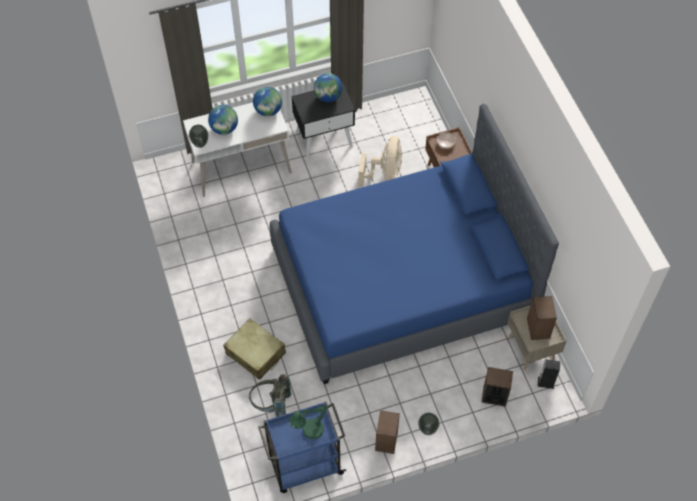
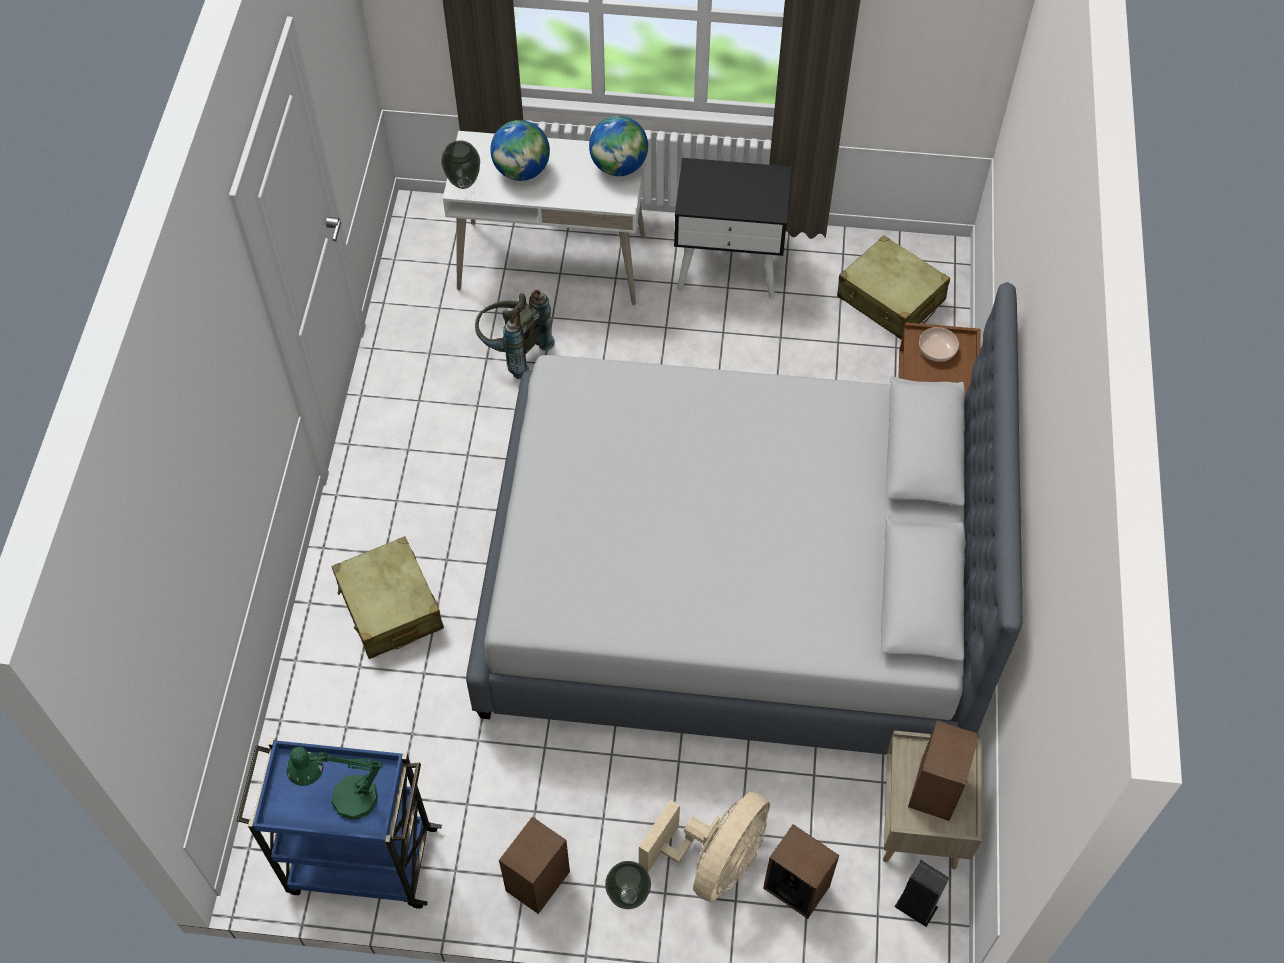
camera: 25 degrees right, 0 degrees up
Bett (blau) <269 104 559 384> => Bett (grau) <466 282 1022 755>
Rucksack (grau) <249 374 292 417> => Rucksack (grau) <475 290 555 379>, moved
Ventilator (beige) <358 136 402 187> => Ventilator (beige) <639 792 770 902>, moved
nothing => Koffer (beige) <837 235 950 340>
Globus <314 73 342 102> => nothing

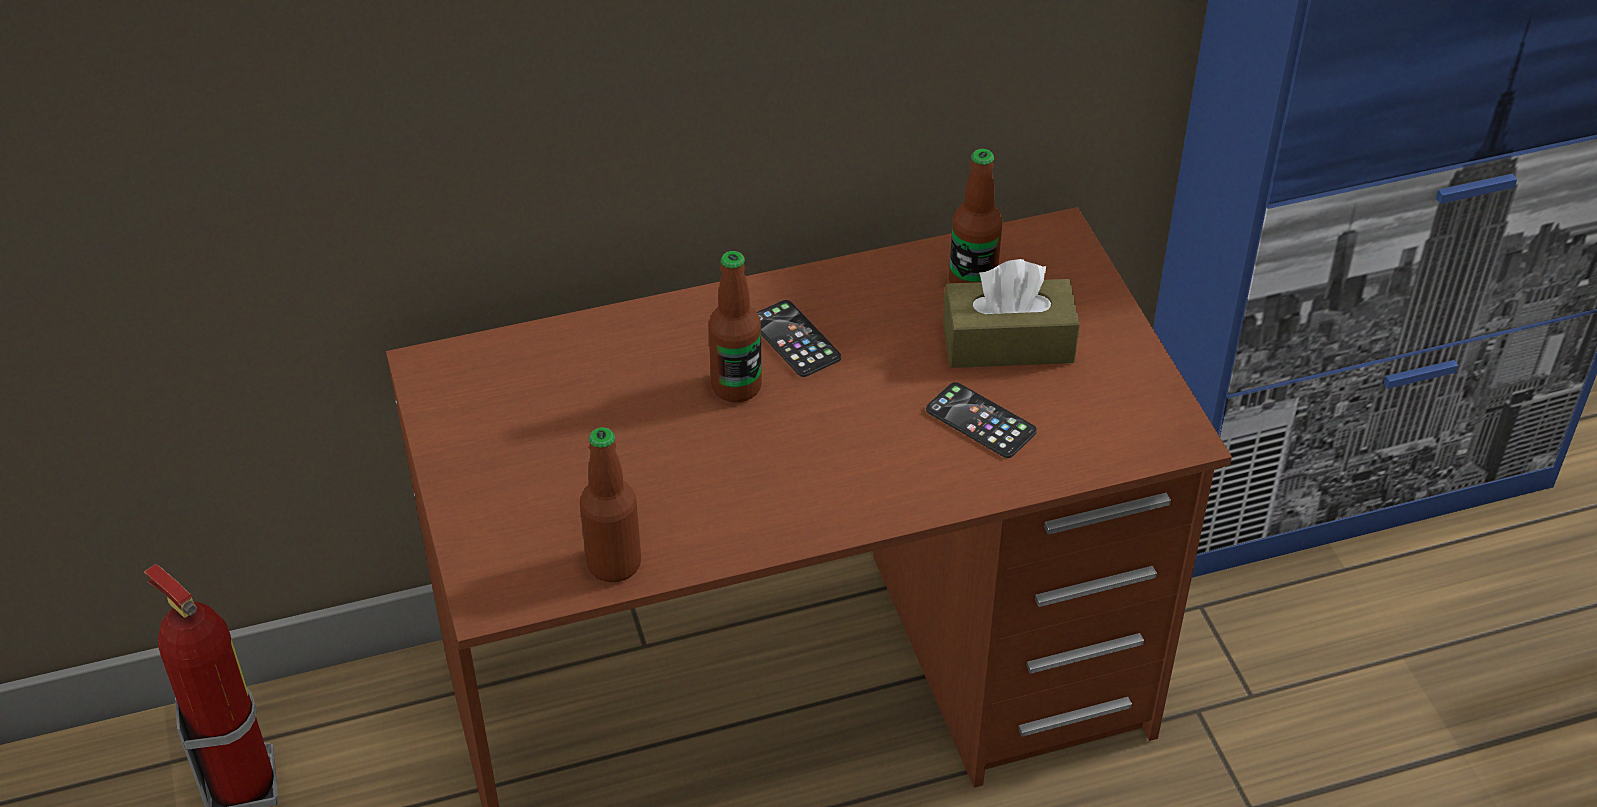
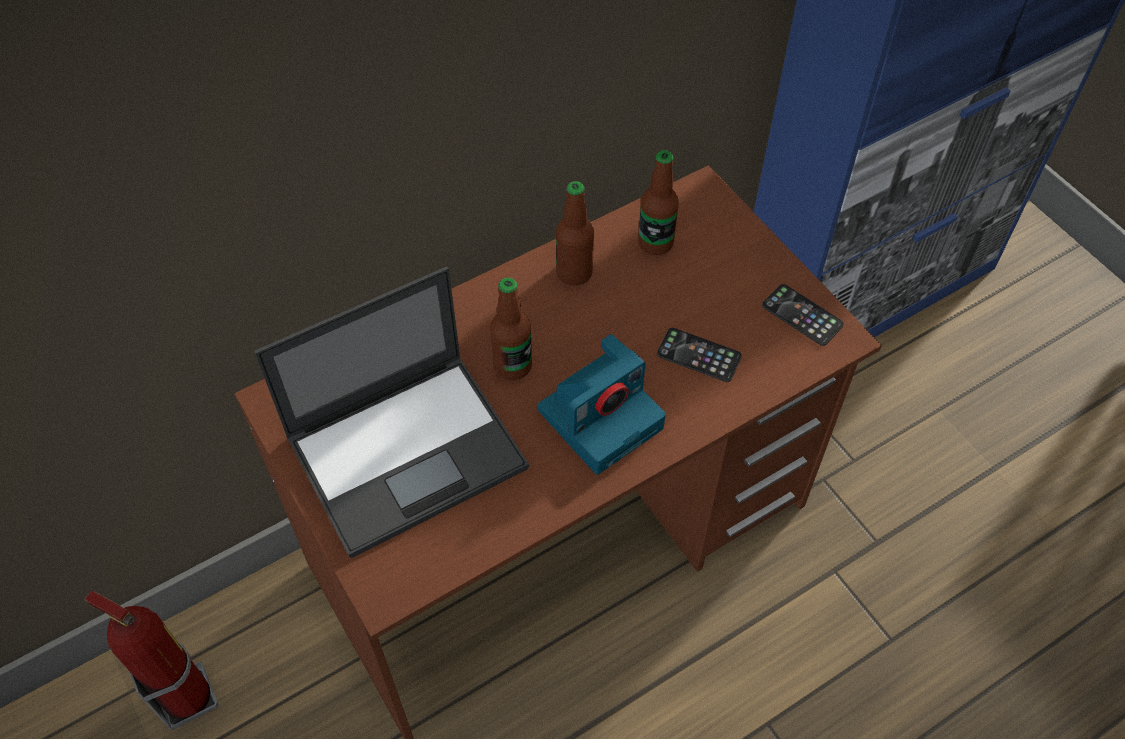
camera: 15 degrees left, 10 degrees up
nothing => Laptop <255 267 529 558>
nothing => Kamera <538 334 666 475>
Flasche <580 427 641 582> => Flasche <556 181 594 286>, moved
Handy <757 300 841 377> => Handy <762 284 844 346>, moved
Taschentuchbox (braun) <943 259 1080 368> => nothing

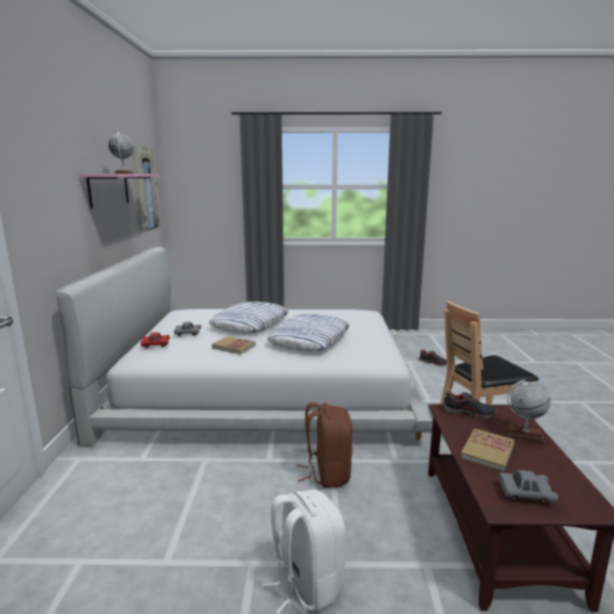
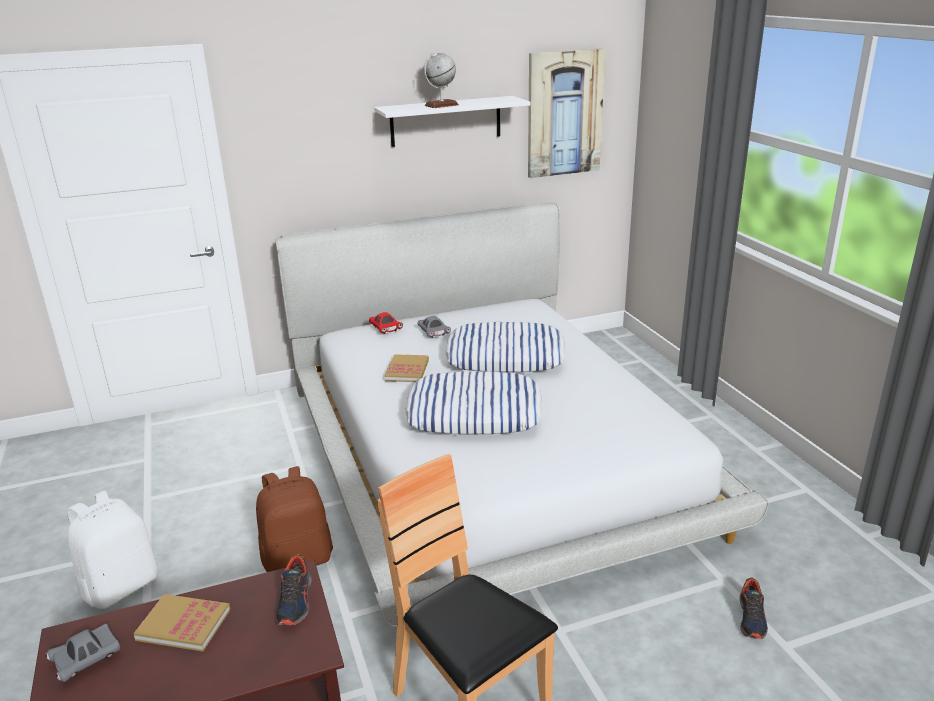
camera: 70 degrees right, 10 degrees up
Spielzeugauto (grau) <499 470 558 503> => Spielzeugauto (grau) <46 624 120 682>, 60 degrees clockwise
Wandregal (rosa) <80 174 160 208> => Wandregal (weiß) <374 96 530 147>
Globus <506 380 551 444> => nothing

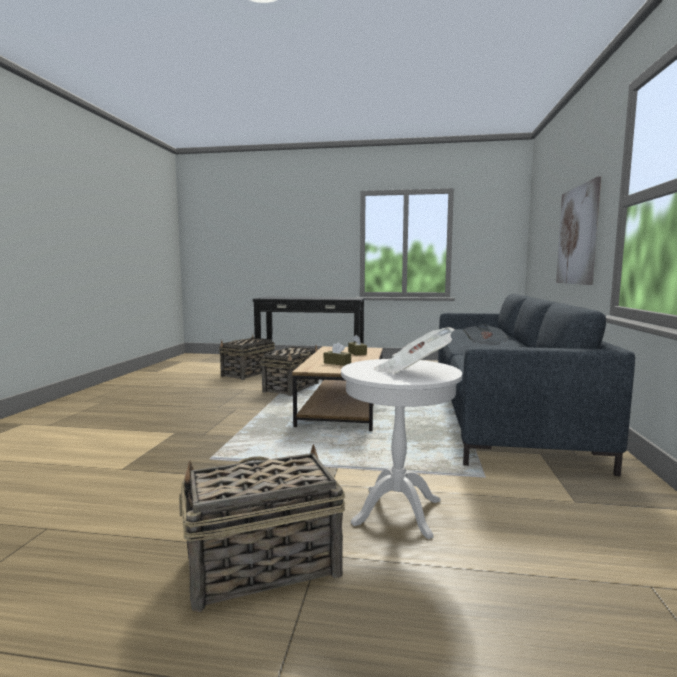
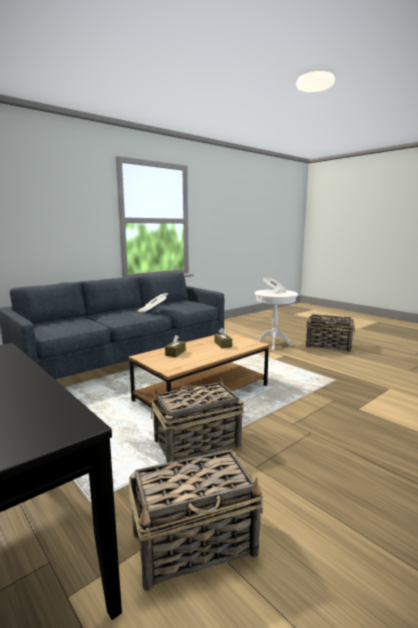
camera: 140 degrees left, 5 degrees up
Bild <556 176 601 285> => nothing

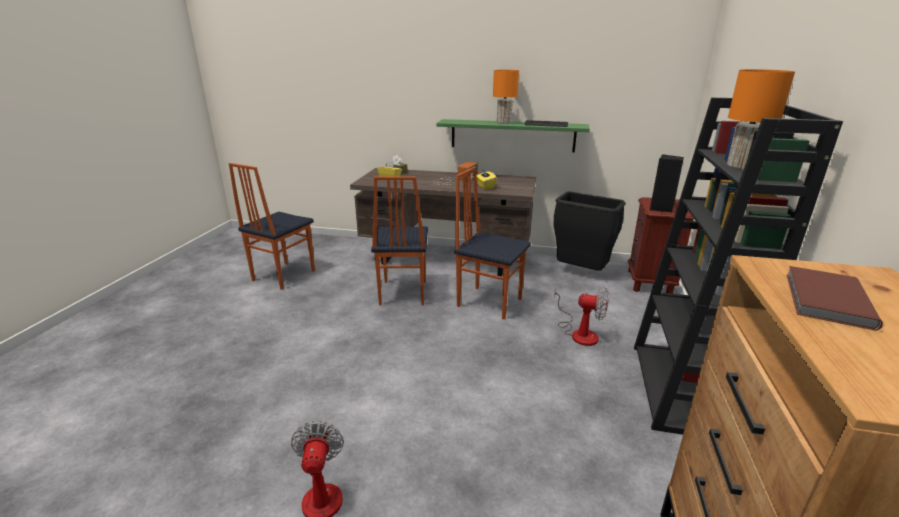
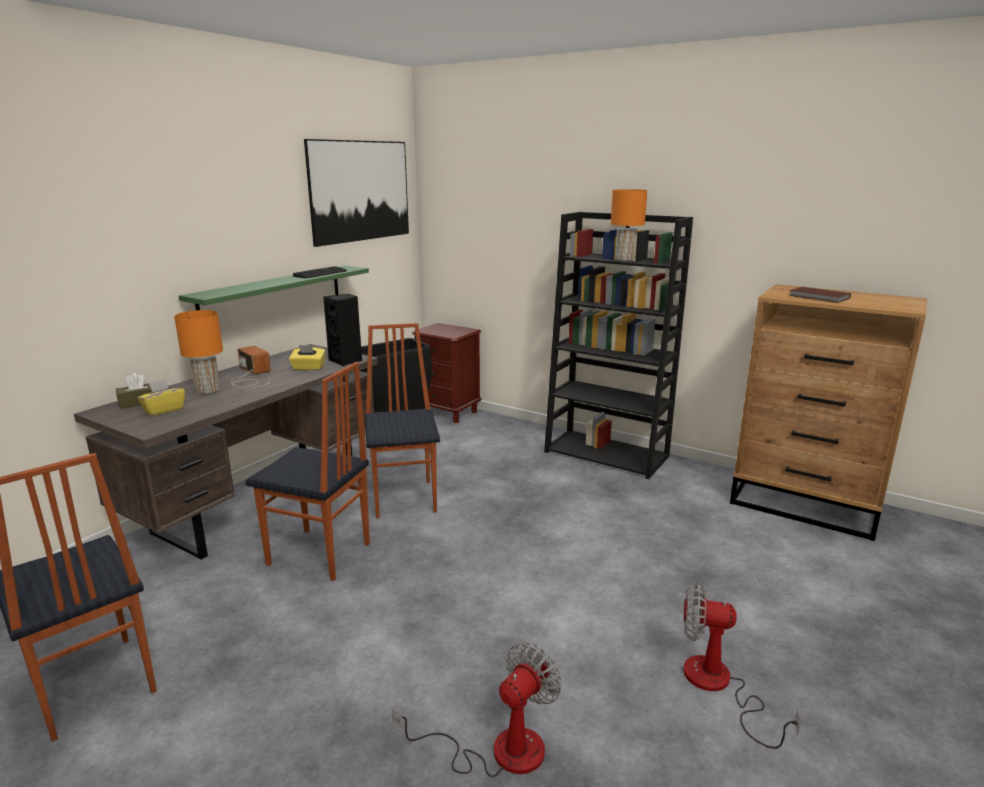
camera: 70 degrees left, 5 degrees down
Tischlampe (orange) <493 70 519 124> => Tischlampe (orange) <174 310 223 394>, moved
nothing => Bild <304 139 409 247>
Lautsprecher (schwarz) <650 154 684 212> => Lautsprecher (schwarz) <323 294 362 366>, moved
Stuhl <454 166 531 320> => Stuhl <365 323 440 518>, 120 degrees clockwise
Ventilator <554 287 609 346> => Ventilator <392 643 561 778>, moved

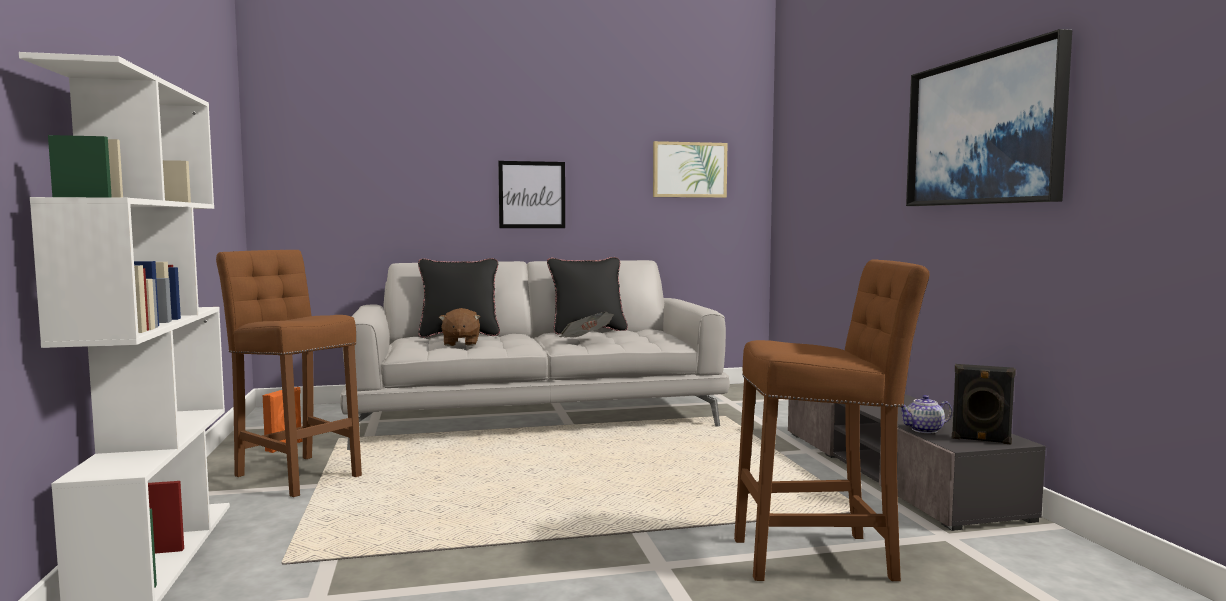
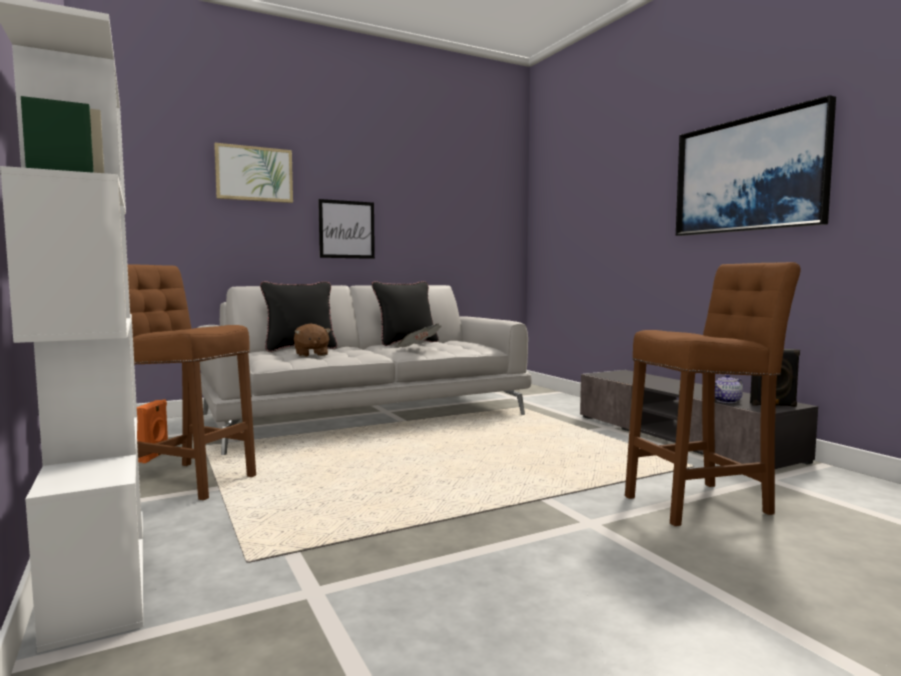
camera: 15 degrees left, 0 degrees up
Bild <653 141 727 198> => Bild <214 143 293 203>, moved

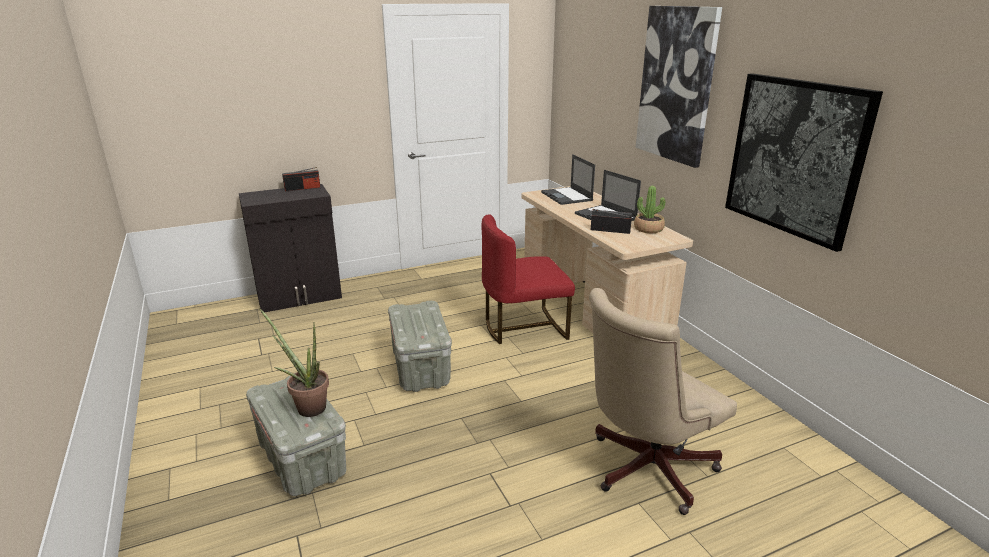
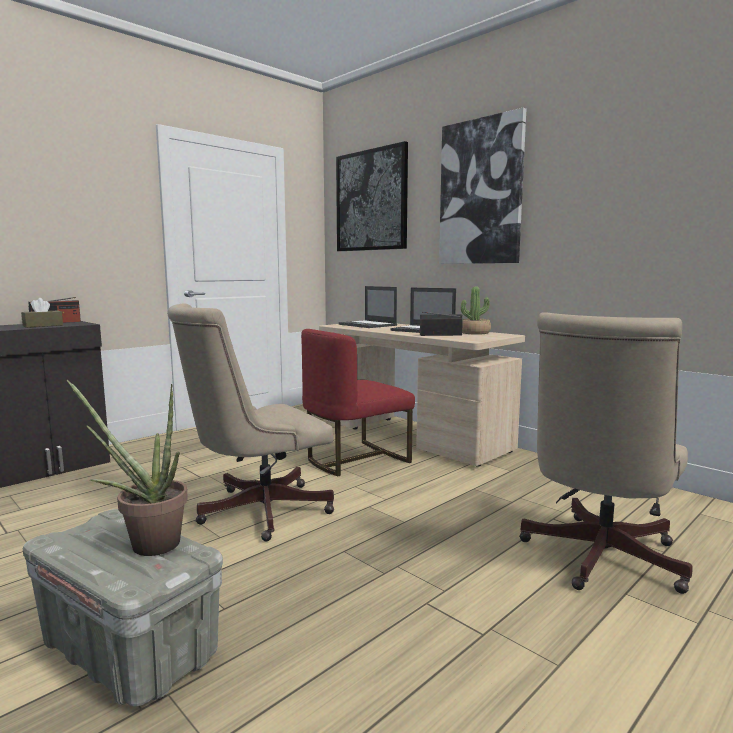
camera: 20 degrees left, 15 degrees down
nothing => Taschentuchbox (braun) <21 298 63 328>
Aufbewahrungsbox (grau) <388 301 452 392> => Bürostuhl (beige) <167 303 334 542>
Bild <725 73 883 252> => Bild <336 141 408 251>, moved

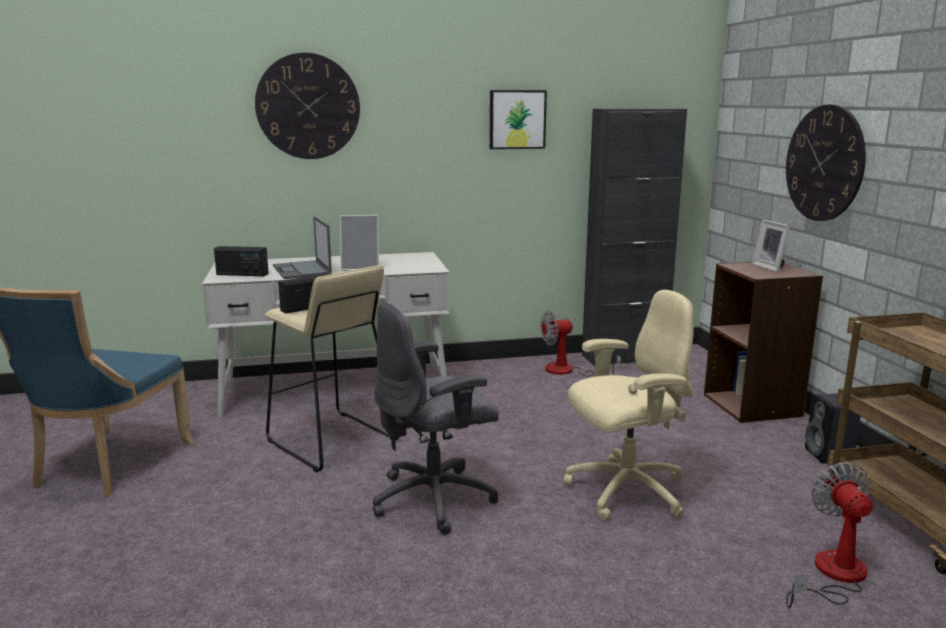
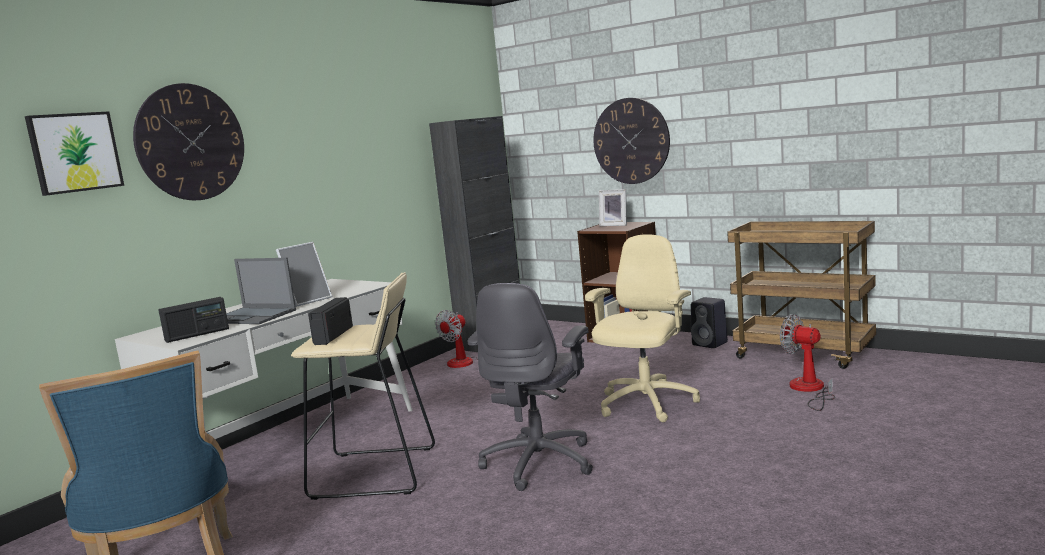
camera: 40 degrees left, 5 degrees down
Bild <490 90 547 149> => Bild <25 111 124 196>, moved

